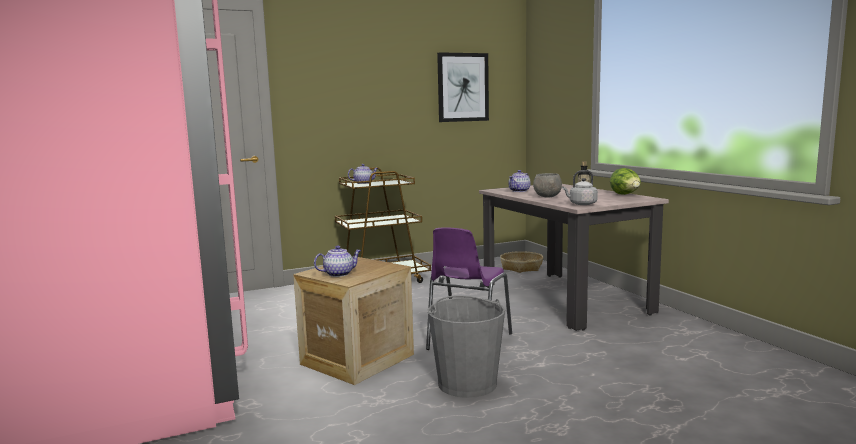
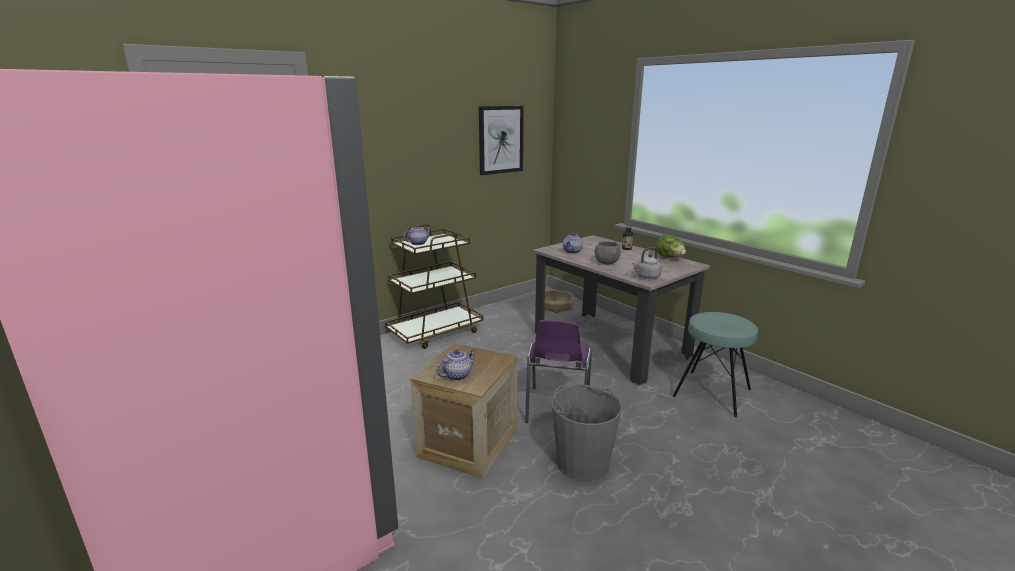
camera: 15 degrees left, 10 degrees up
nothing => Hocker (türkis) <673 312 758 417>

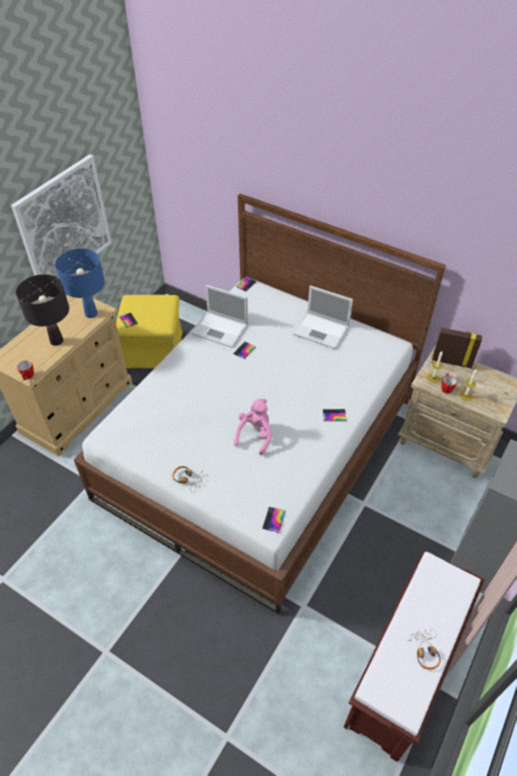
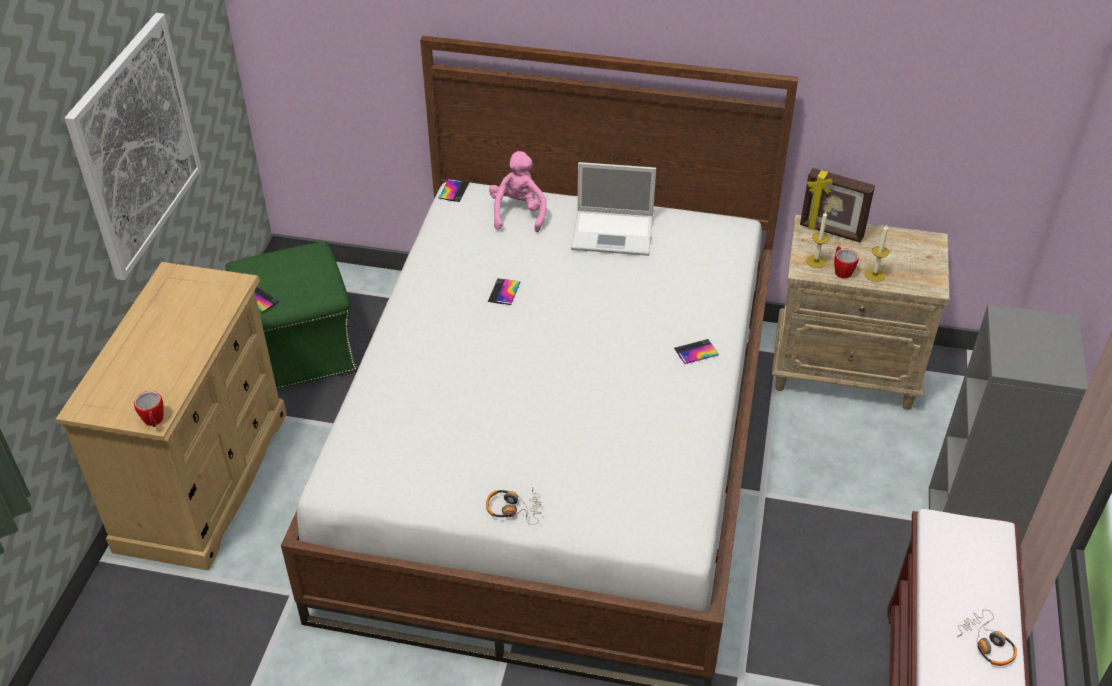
camera: 20 degrees left, 5 degrees down
Polsterhocker (gelb) <116 295 183 369> => Polsterhocker (grün) <225 242 357 389>
Plüschtier (rosa) <234 399 272 455> => Plüschtier (rosa) <489 151 547 232>, moved
Bilderrahmen <432 328 482 368> => Bilderrahmen <800 168 875 243>, 150 degrees counterclockwise
Tischlampe (schwarz) <16 274 69 346> => nothing
Tischlampe (blau) <55 248 105 318> => nothing
Laptop <191 285 248 348> => nothing
Handy <262 507 285 533> => nothing

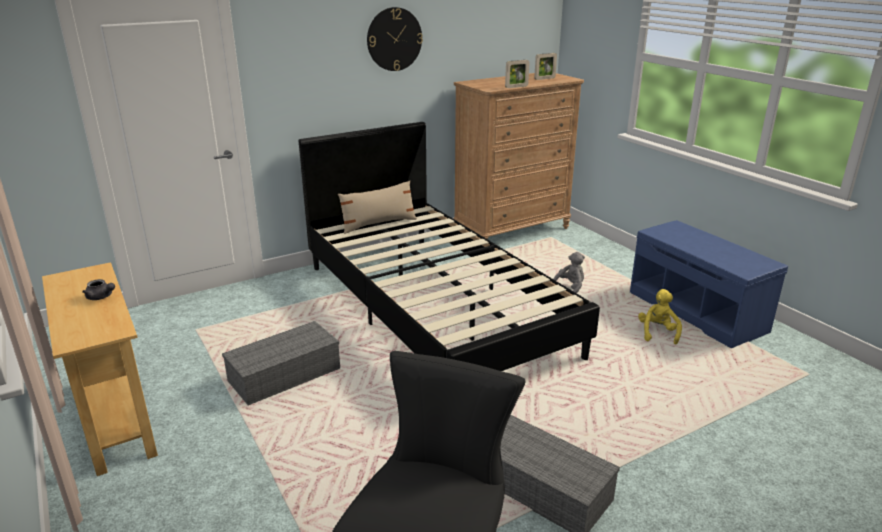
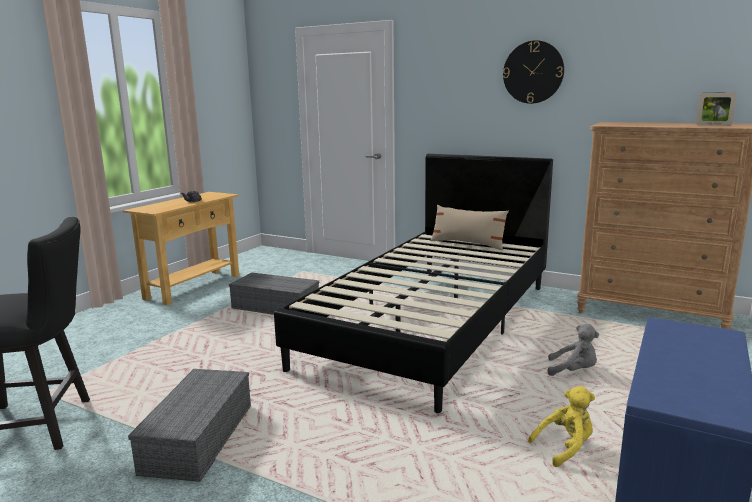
camera: 60 degrees right, 10 degrees down
Bilderrahmen <505 60 530 88> => nothing

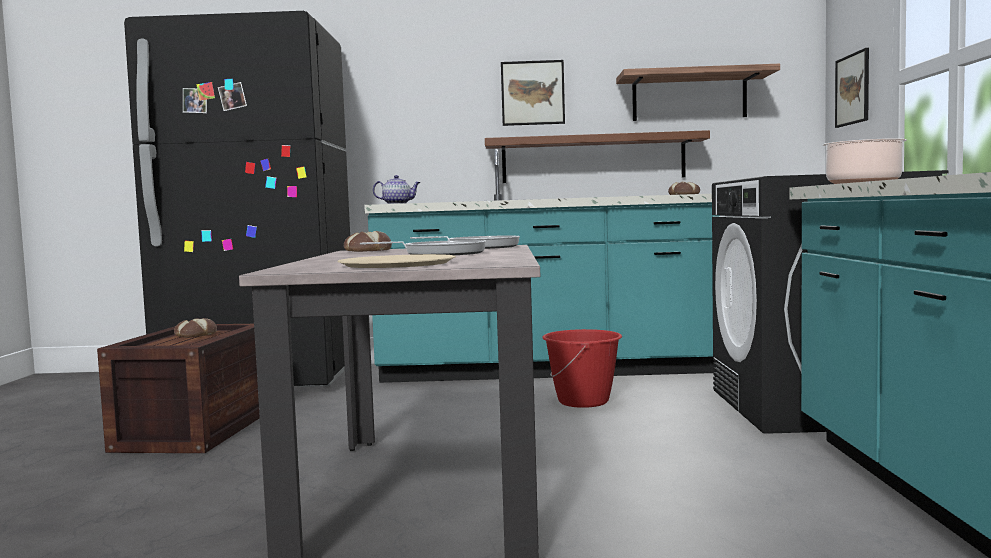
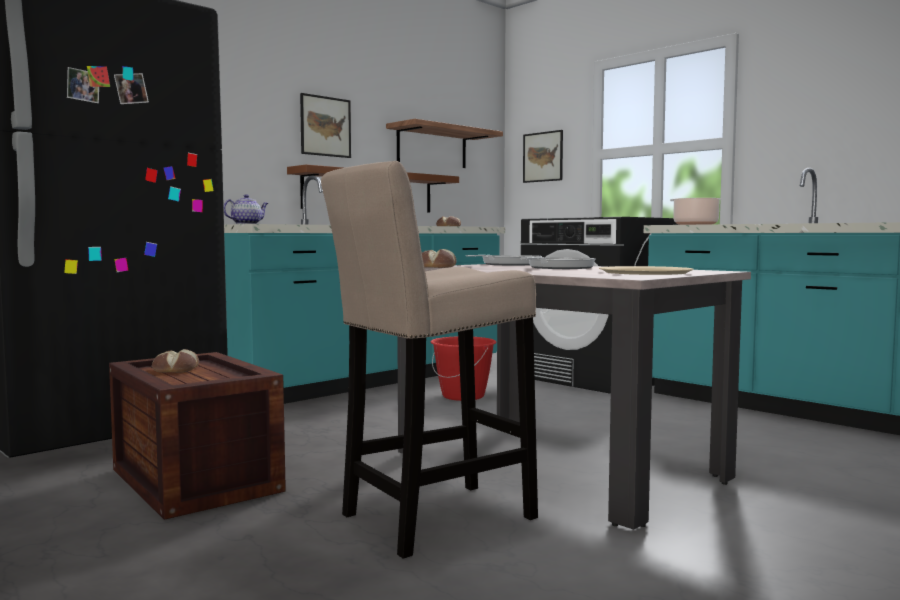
camera: 45 degrees left, 0 degrees up
nothing => Hocker (beige) <321 161 538 559>

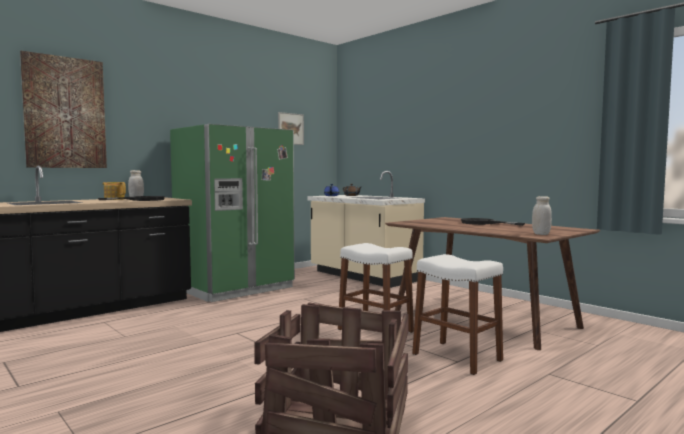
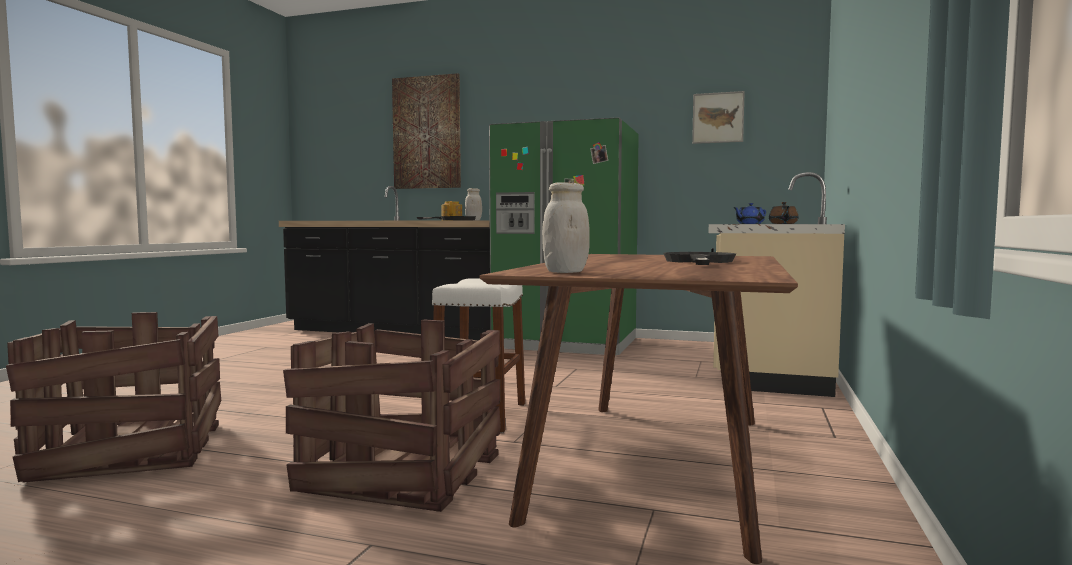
camera: 60 degrees right, 0 degrees up
Hocker (weiß) <412 254 503 375> => Kiste <283 319 501 512>

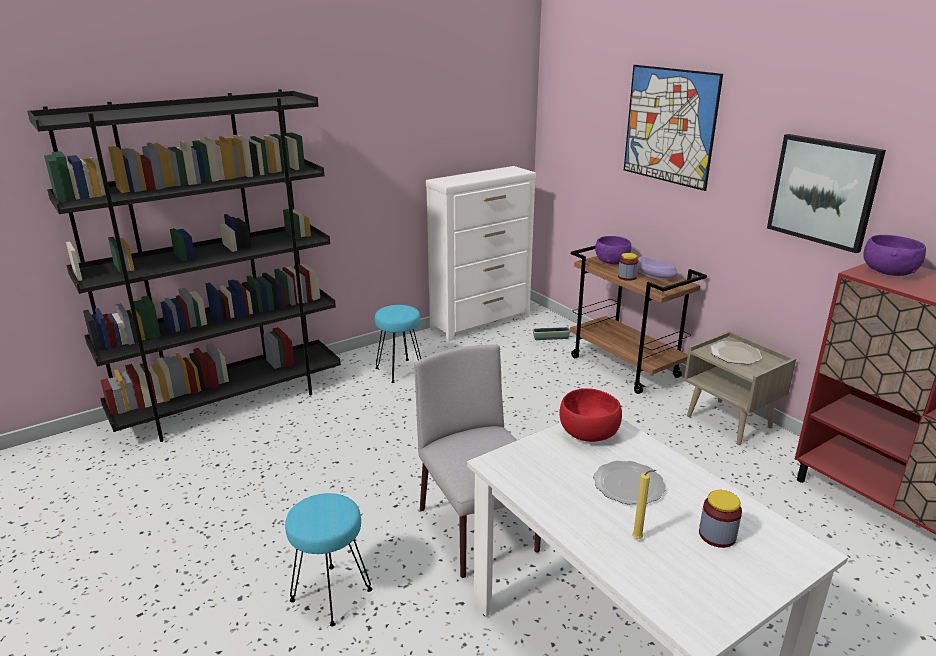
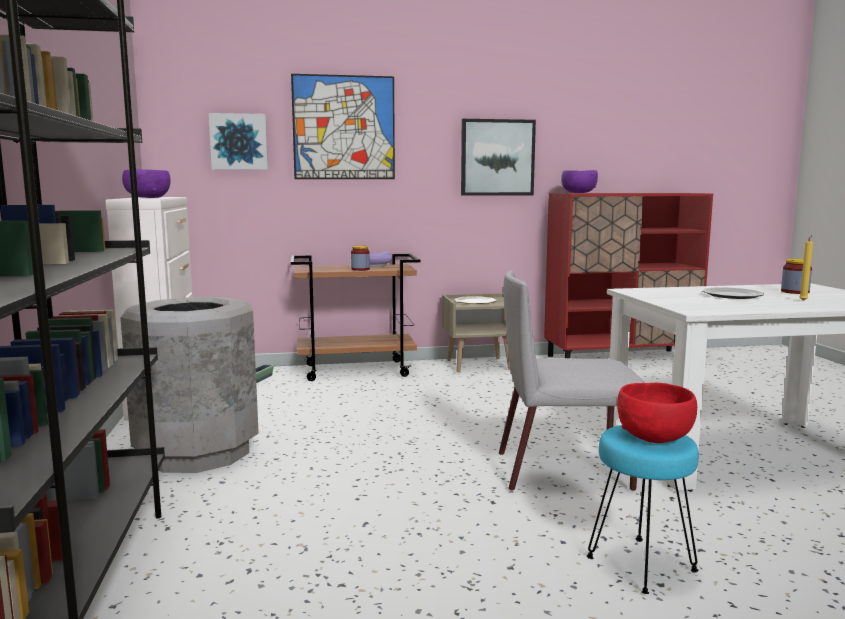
camera: 65 degrees left, 15 degrees down
Hocker (türkis) <375 305 421 383> => Mülleimer (grau) <120 297 259 473>
Schüssel (lila) <595 236 631 264> => Schüssel (lila) <122 169 171 198>, moved
nothing => Bild <209 113 268 170>
Schüssel (rot) <559 388 622 442> => Schüssel (rot) <617 383 697 443>, moved

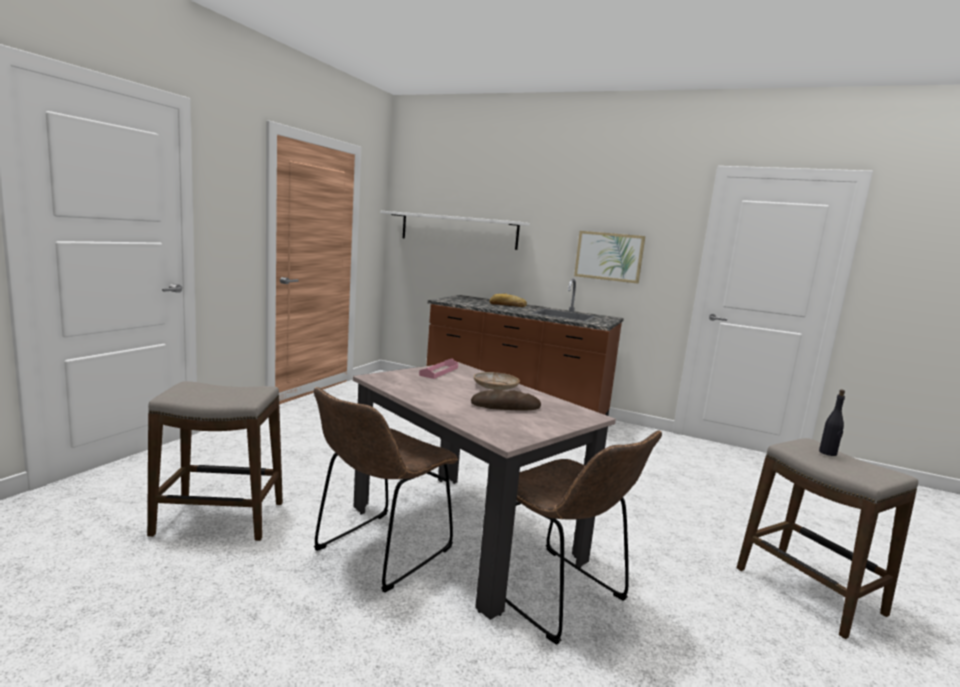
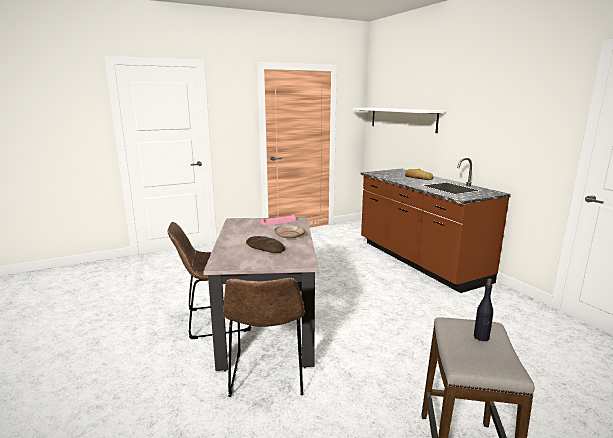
camera: 40 degrees right, 5 degrees up
Hocker <147 381 283 541> => nothing
Bild <574 231 645 284> => nothing

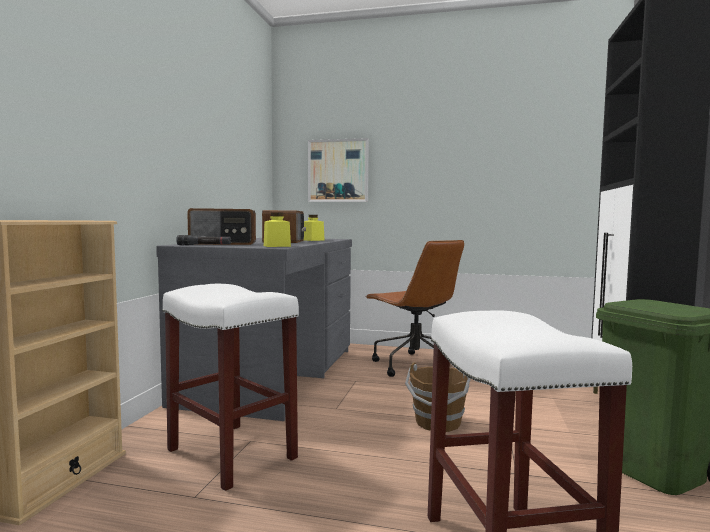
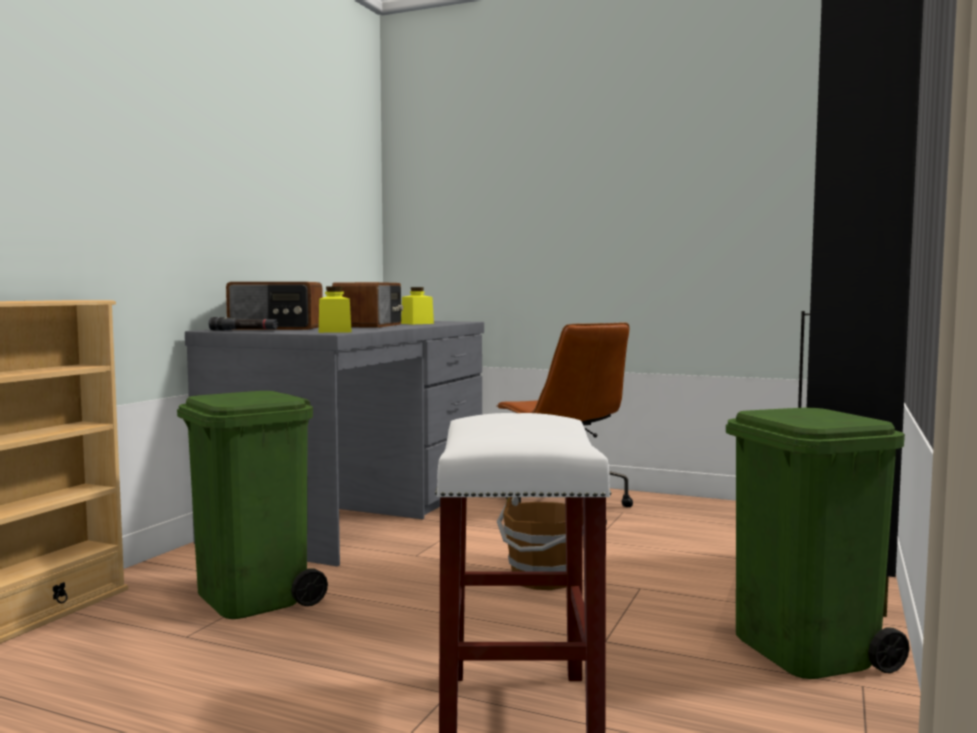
camera: 10 degrees right, 0 degrees up
Hocker (weiß) <162 284 299 491> => Mülleimer (grün) <177 391 328 619>
Bild <308 138 369 202> => nothing

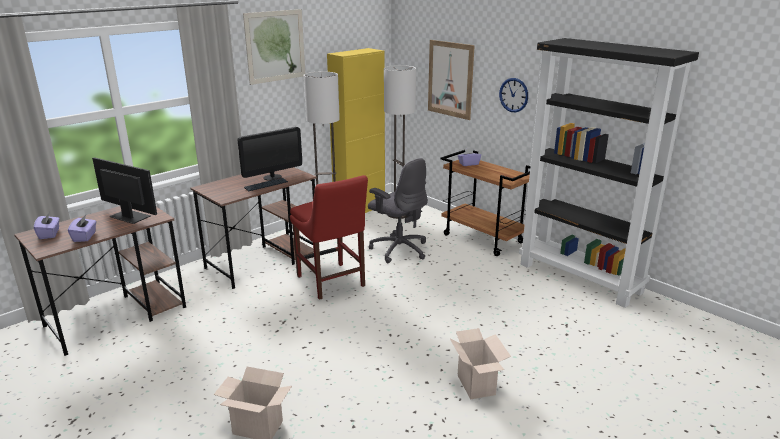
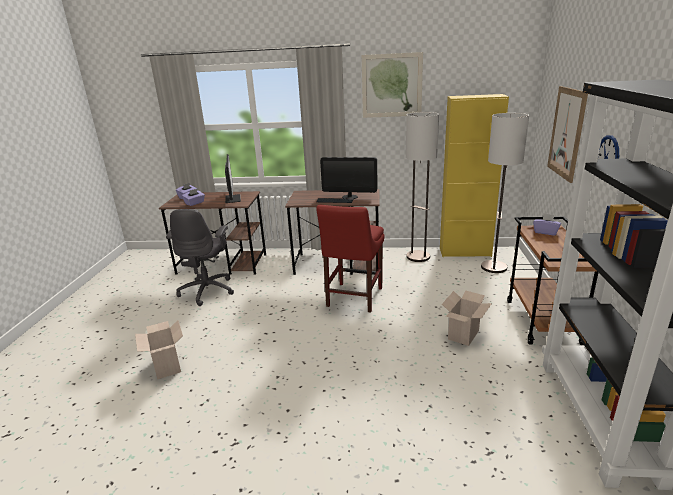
camera: 50 degrees right, 0 degrees up
Bürostuhl (grau) <368 158 428 263> => Bürostuhl (grau) <166 209 234 306>, moved
Karton <450 328 511 400> => Karton <442 290 492 346>, moved

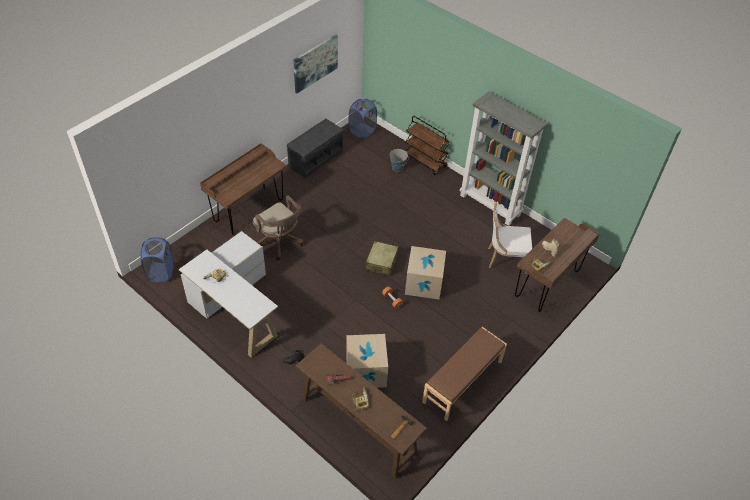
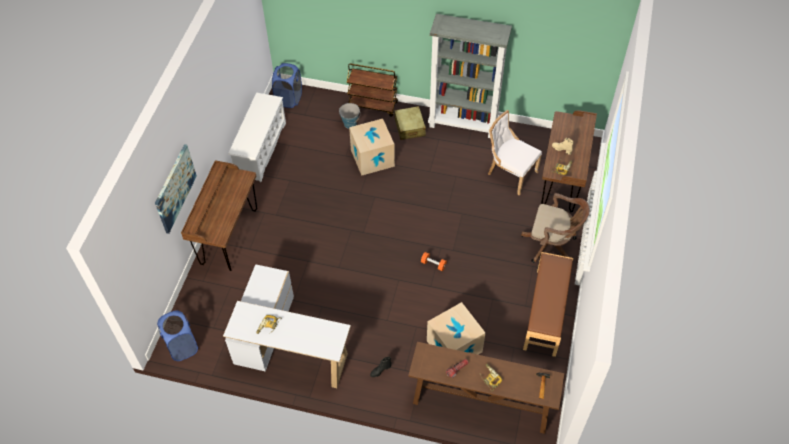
camera: 25 degrees left, 5 degrees up
Bild <293 35 338 93> => Bild <155 144 197 234>, moved
Bank (grau) <287 119 343 178> => Schuhregal (weiß) <228 92 286 182>
Karton <405 246 446 299> => Karton <349 119 395 176>, moved
Koffer (beige) <365 241 398 276> => Koffer (beige) <394 106 426 140>, moved
Stuhl (weiß) <488 203 532 274> => Stuhl (weiß) <488 110 542 196>, 60 degrees clockwise
Bürostuhl (braun) <252 195 303 260> => Bürostuhl (braun) <521 193 590 263>, moved

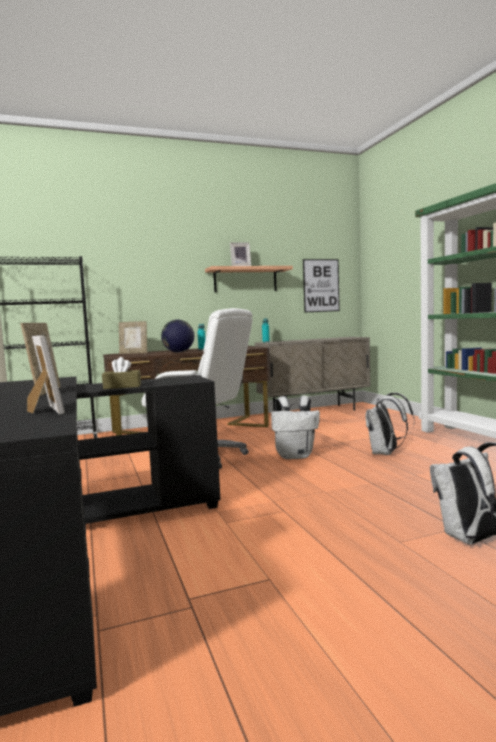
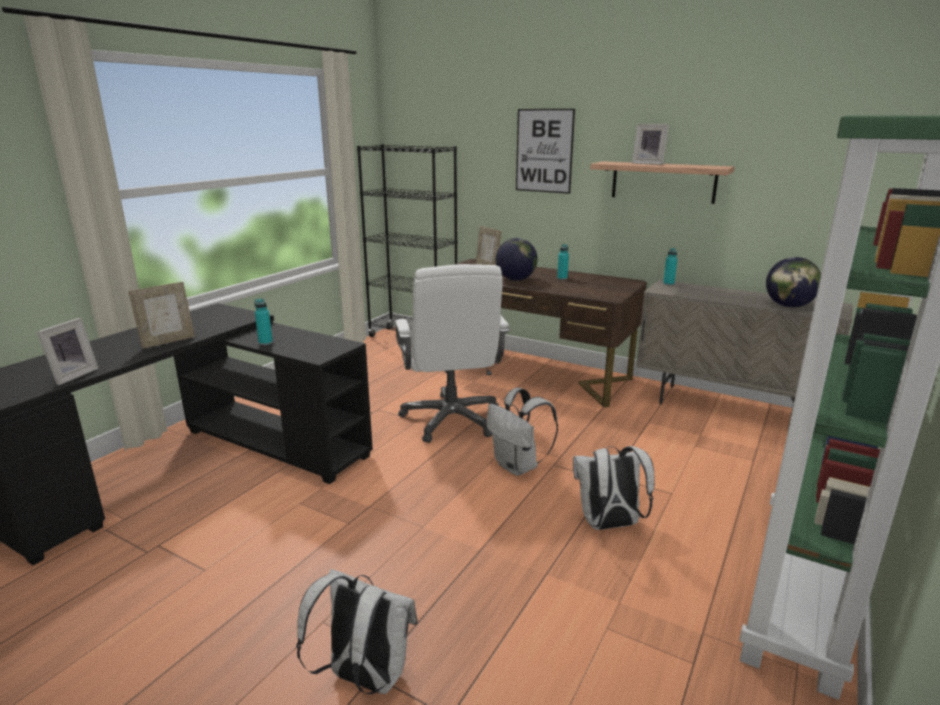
camera: 50 degrees right, 15 degrees up
Taschentuchbox (braun) <102 357 141 389> => Flasche (türkis) <254 298 273 345>
Bild <303 259 340 312> => Bild <516 109 575 194>, moved
nothing => Globus <766 257 821 307>

